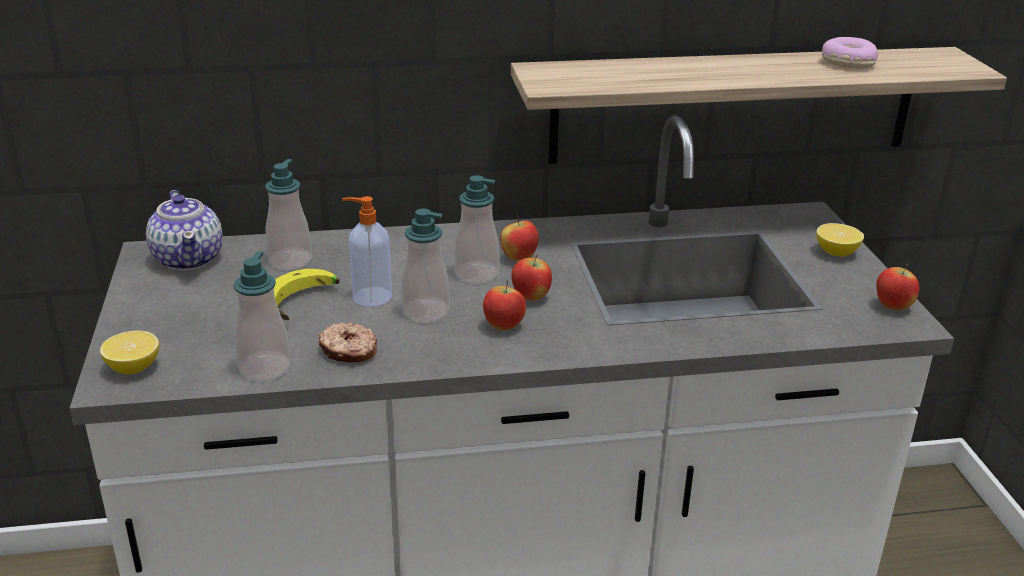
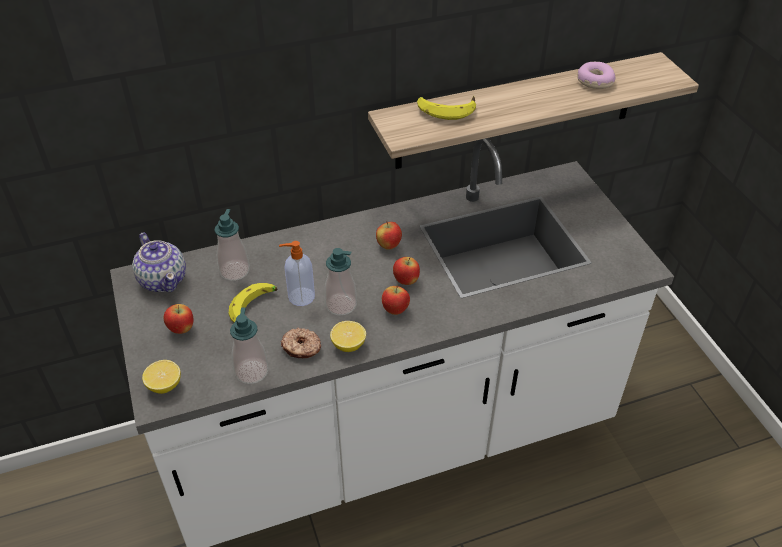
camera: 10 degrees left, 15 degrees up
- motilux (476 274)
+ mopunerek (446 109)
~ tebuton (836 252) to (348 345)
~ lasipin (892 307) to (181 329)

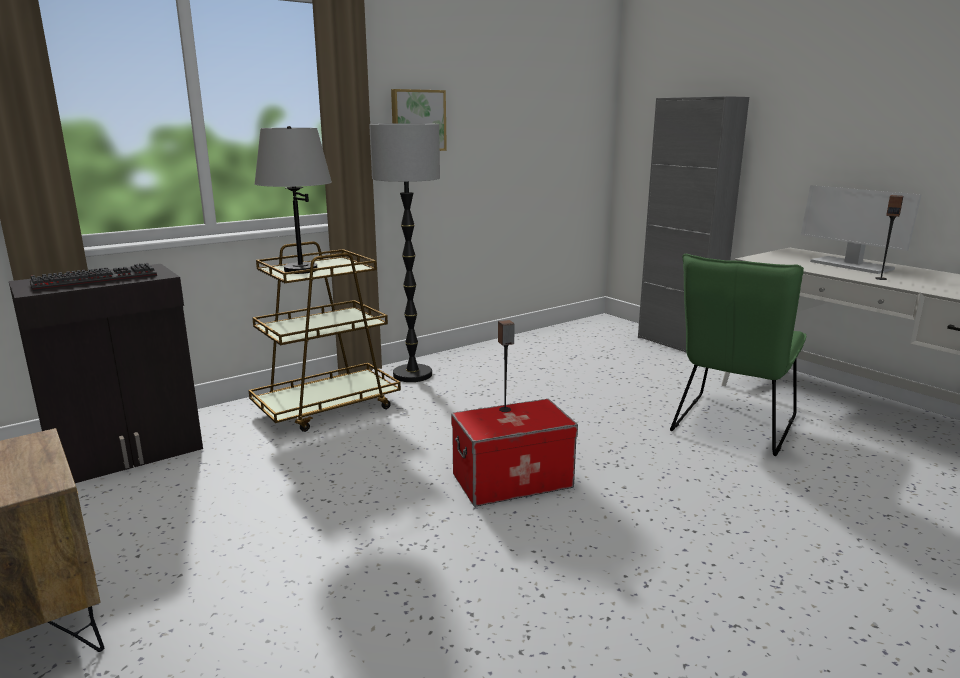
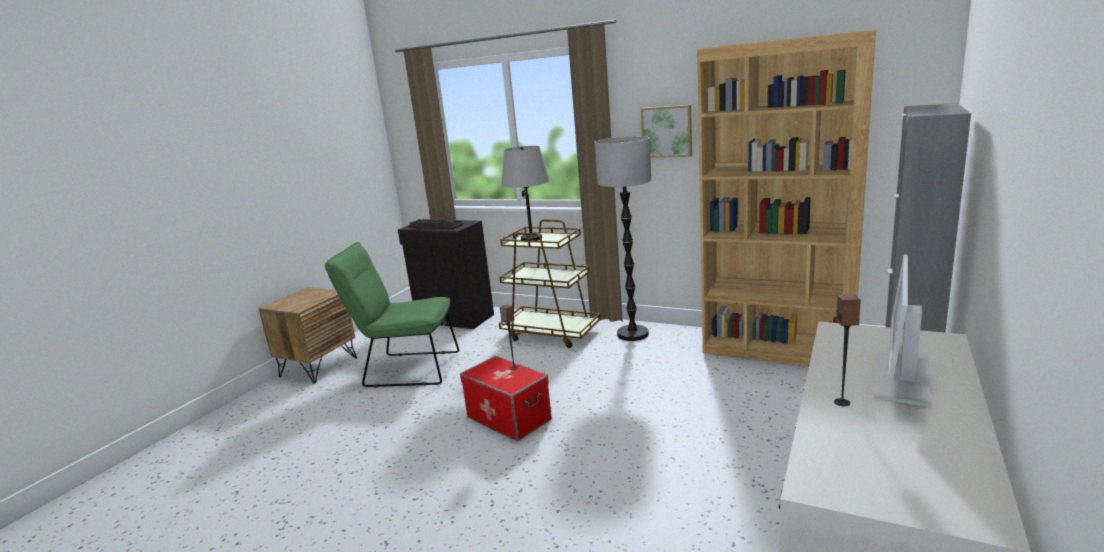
camera: 65 degrees right, 0 degrees up
+ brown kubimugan (778 349)
~ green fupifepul (731 427) to (406 369)

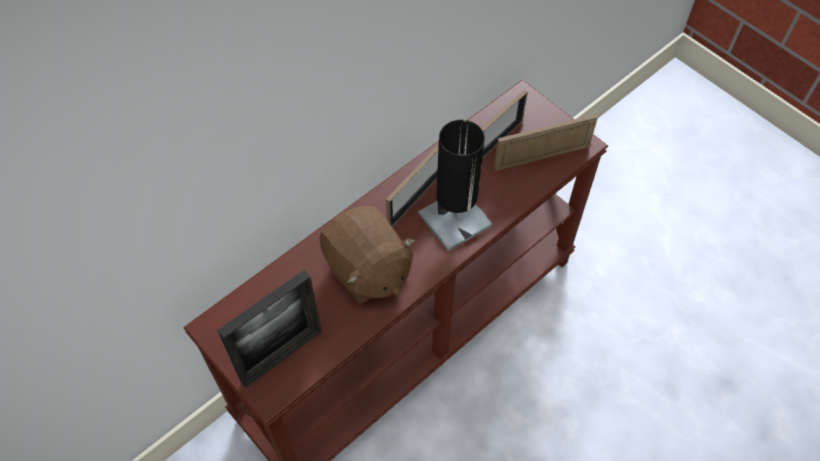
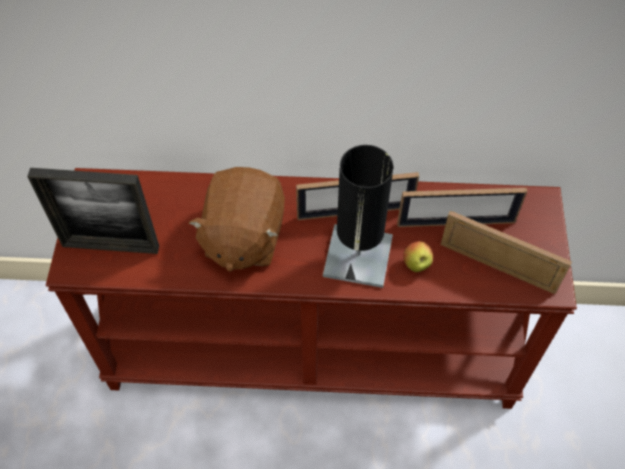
camera: 45 degrees right, 0 degrees up
+ lasipin (416 264)

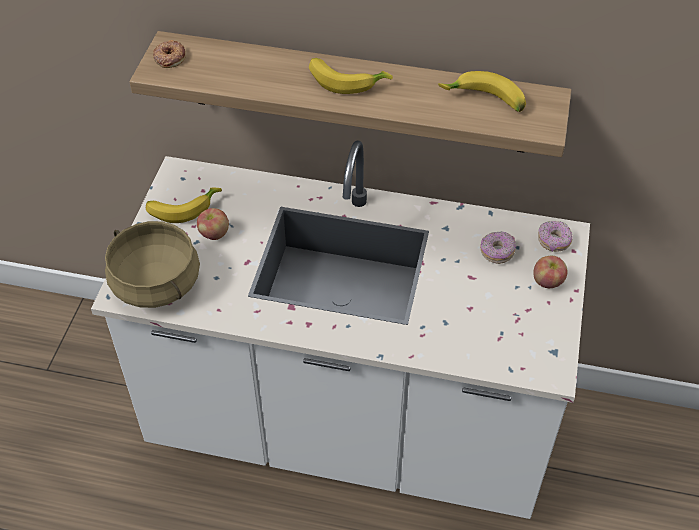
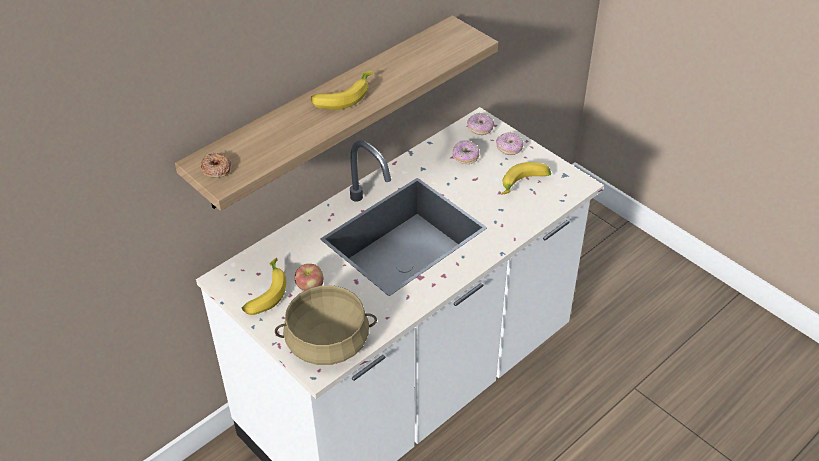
camera: 55 degrees left, 5 degrees down
~ mopunerek (484 101) to (524 185)
~ lasipin (547 281) to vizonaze (509 148)

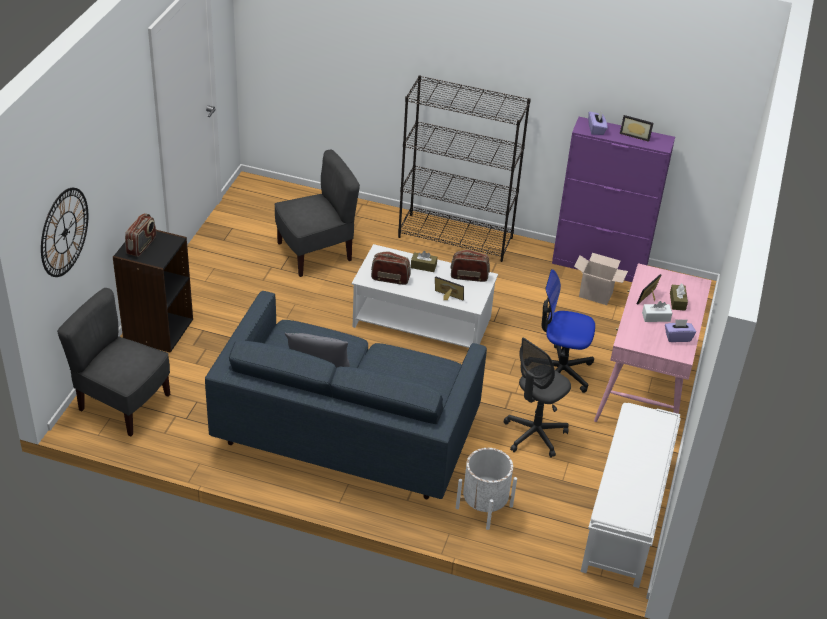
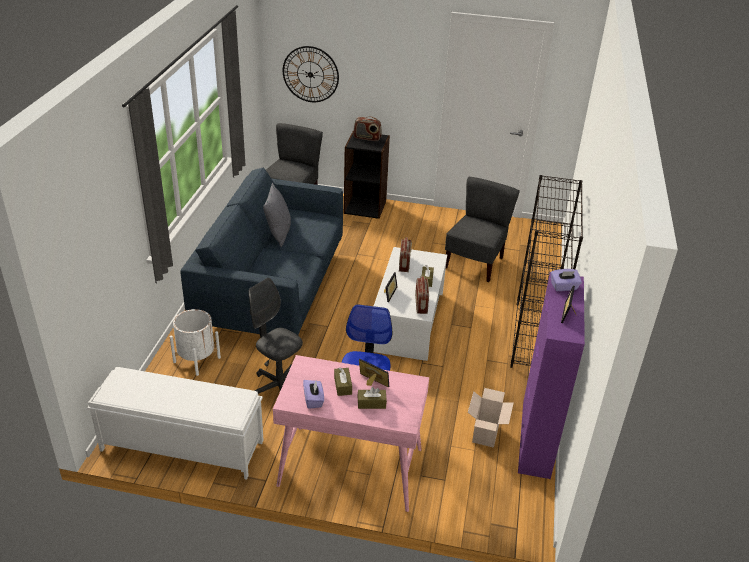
camera: 85 degrees right, 5 degrees down
~ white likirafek (656 317) to brown likirafek (343 386)
~ grey fupifepul (315 253) = (475 263) 120 degrees counterclockwise

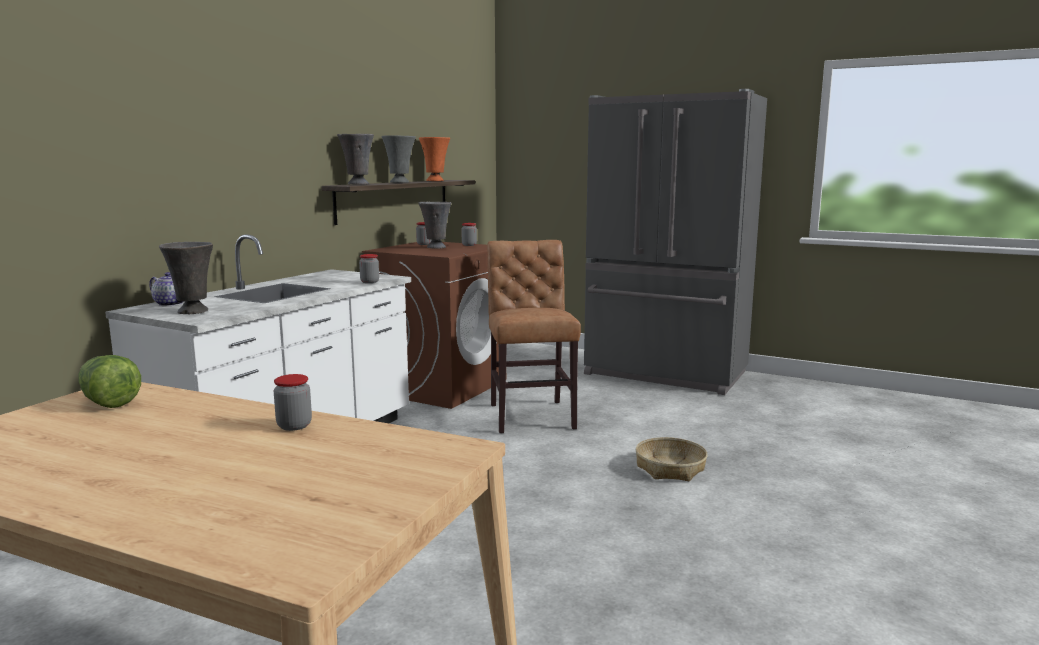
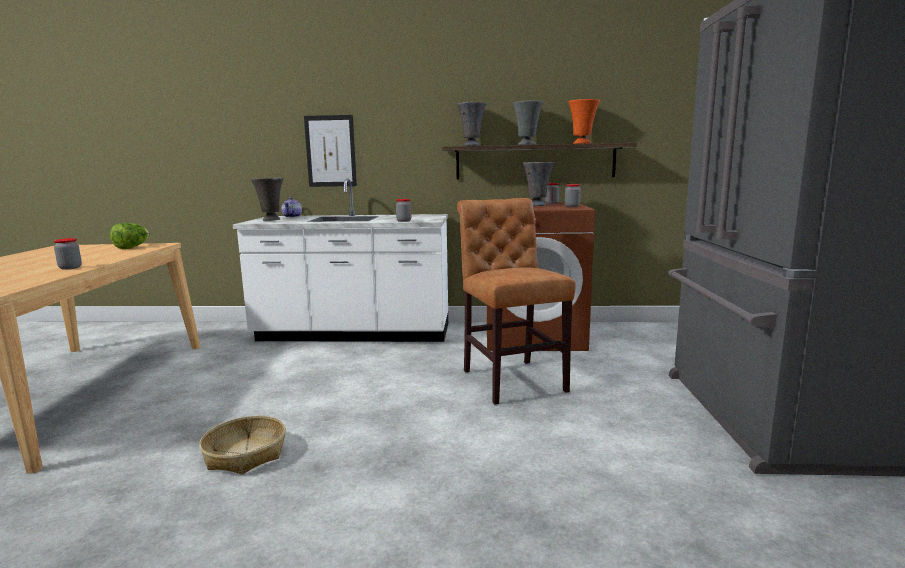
camera: 65 degrees right, 0 degrees up
+ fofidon (330 151)
~ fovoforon (670 468) to (246 454)
~ brown fupifepul (530 415) = (511 379) 75 degrees counterclockwise

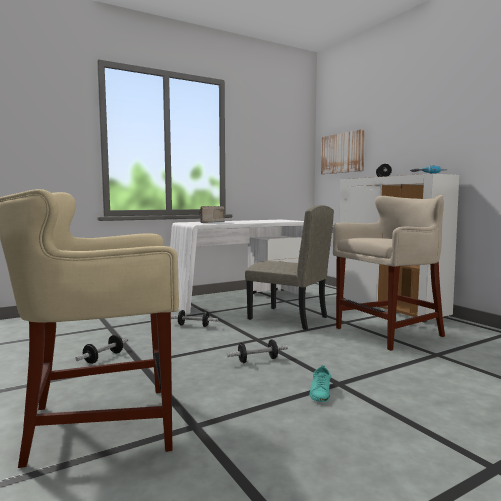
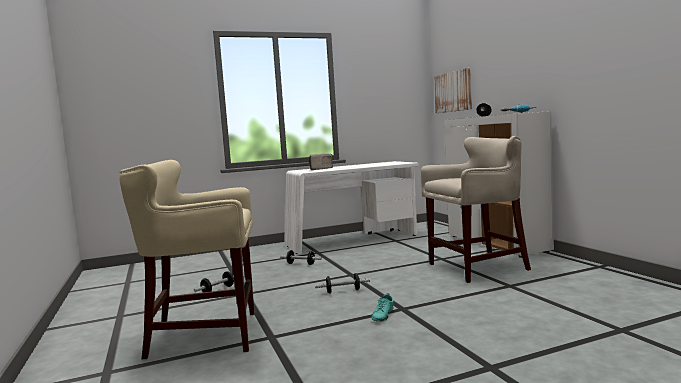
camera: 10 degrees right, 0 degrees up
- beige fupifepul (287 318)

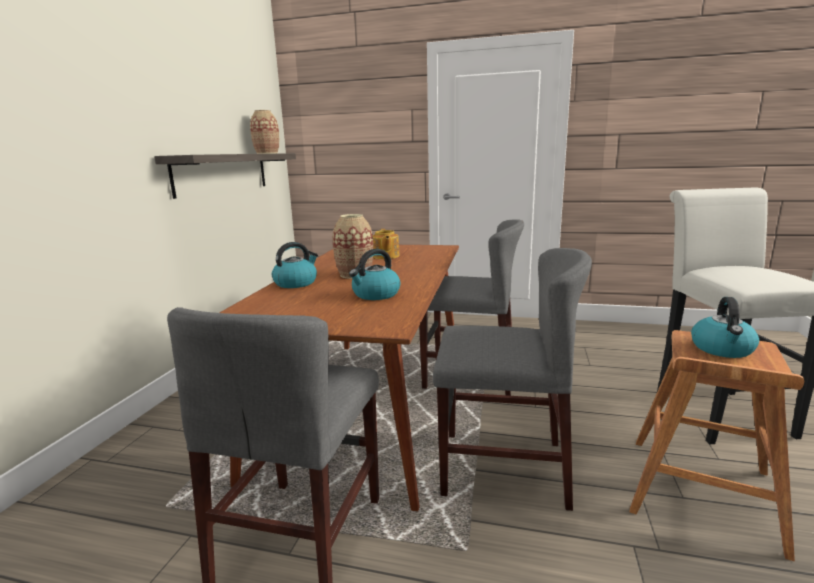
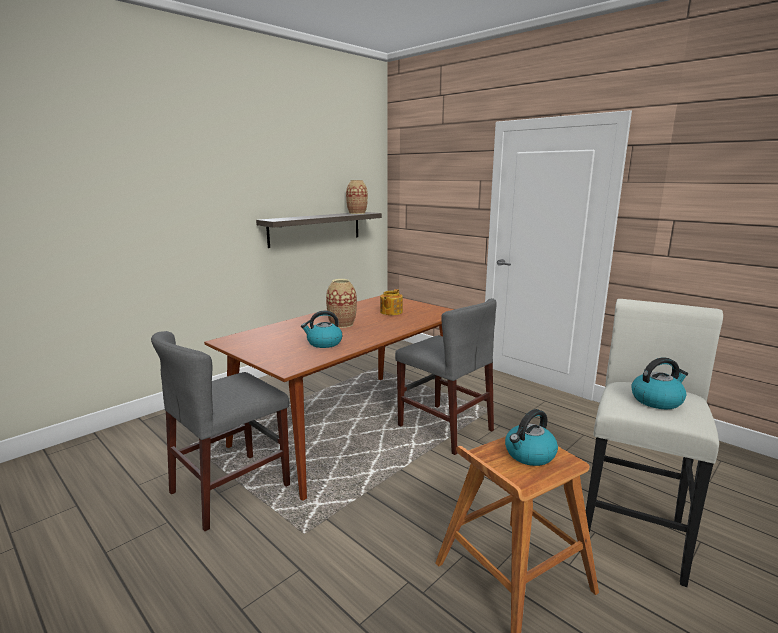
camera: 30 degrees right, 0 degrees up
- grey fupifepul (503 468)
~ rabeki (296 283) to (657 400)

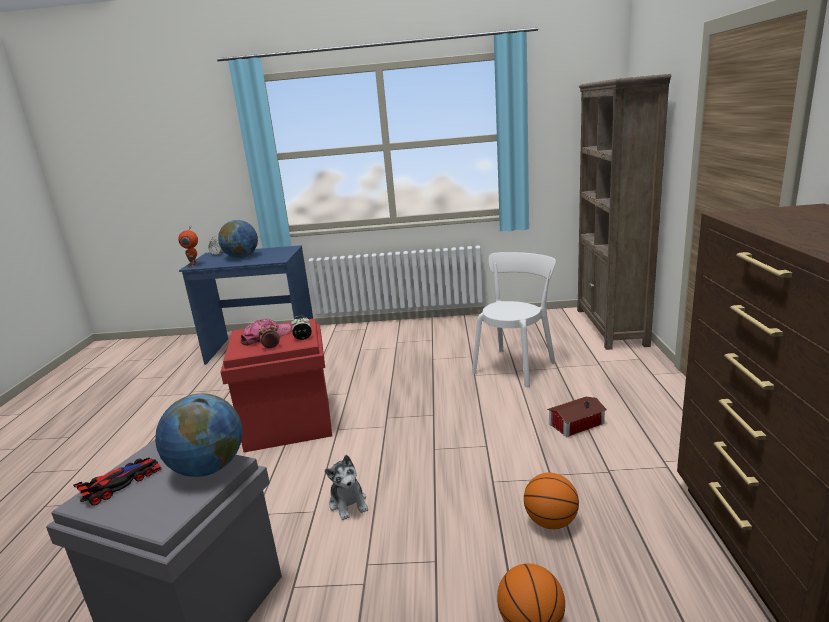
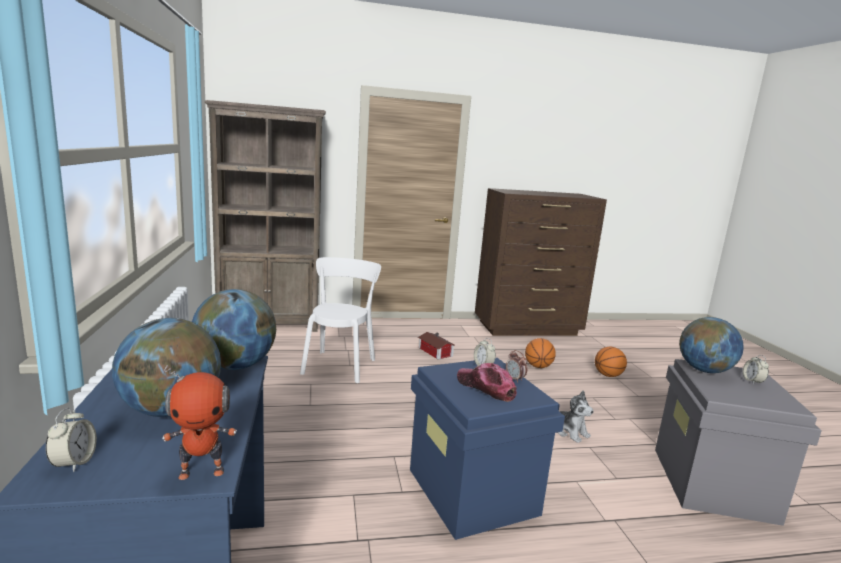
camera: 105 degrees left, 5 degrees down
- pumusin (121 483)
+ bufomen (235 366)
+ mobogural (752 381)
~ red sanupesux (287 424) to blue sanupesux (473 492)
~ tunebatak (348 503) = (570 432) 90 degrees clockwise
~ white fupifepul (515 366) = (340 365) 75 degrees clockwise

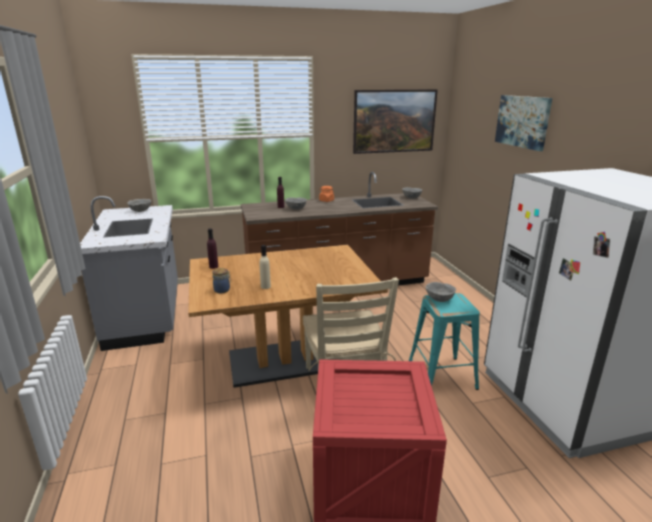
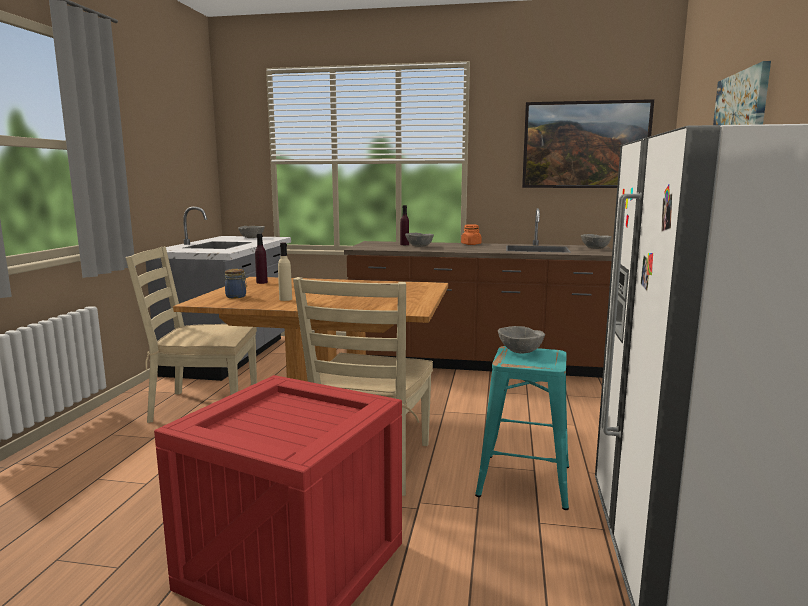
camera: 25 degrees right, 10 degrees down
+ beige fupifepul (204 406)

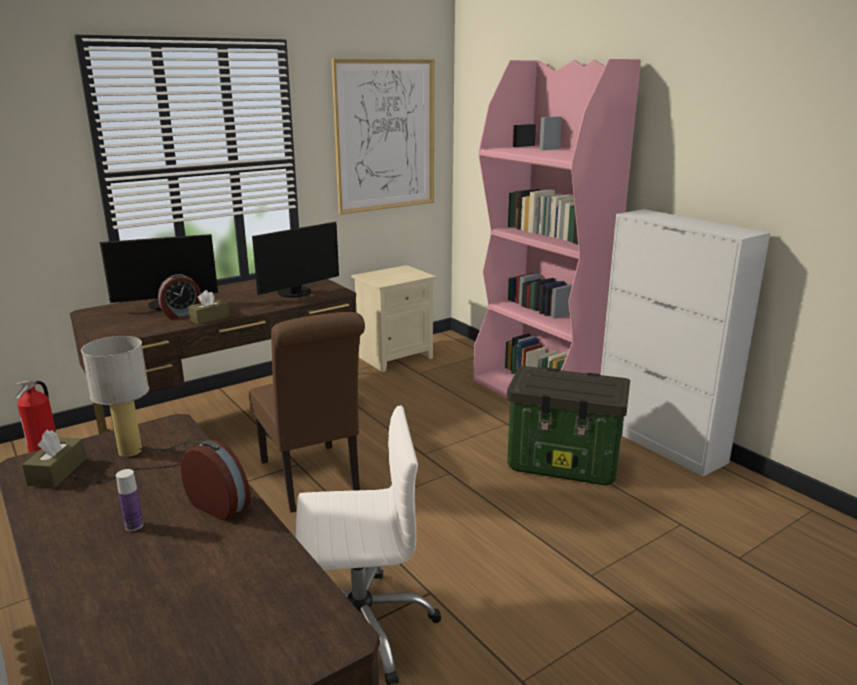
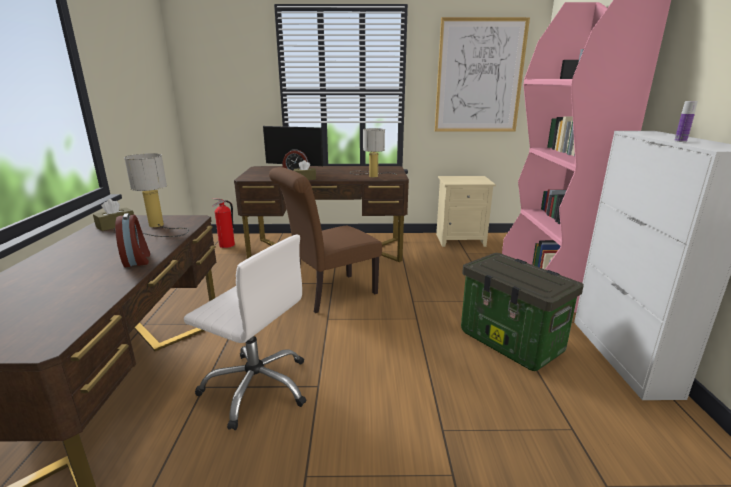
camera: 35 degrees right, 0 degrees up
~ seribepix (134 526) to (680 141)
~ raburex (296 293) to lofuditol (372 175)
~ brown fupifepul (312 481) = (329 294) 45 degrees clockwise

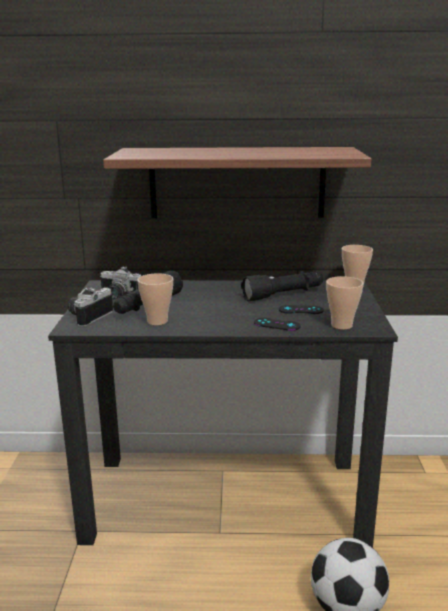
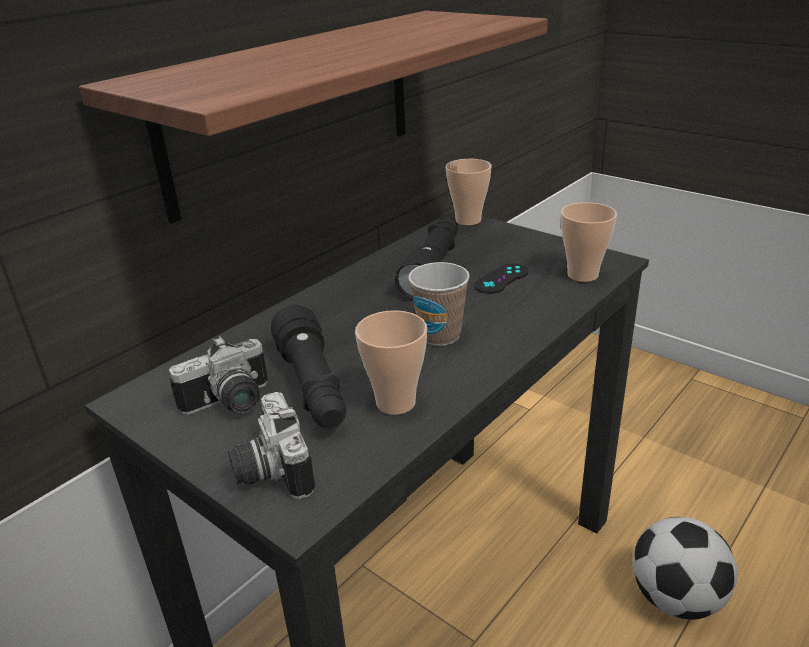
camera: 50 degrees left, 10 degrees up
- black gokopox (277 324)
+ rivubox (440 335)

